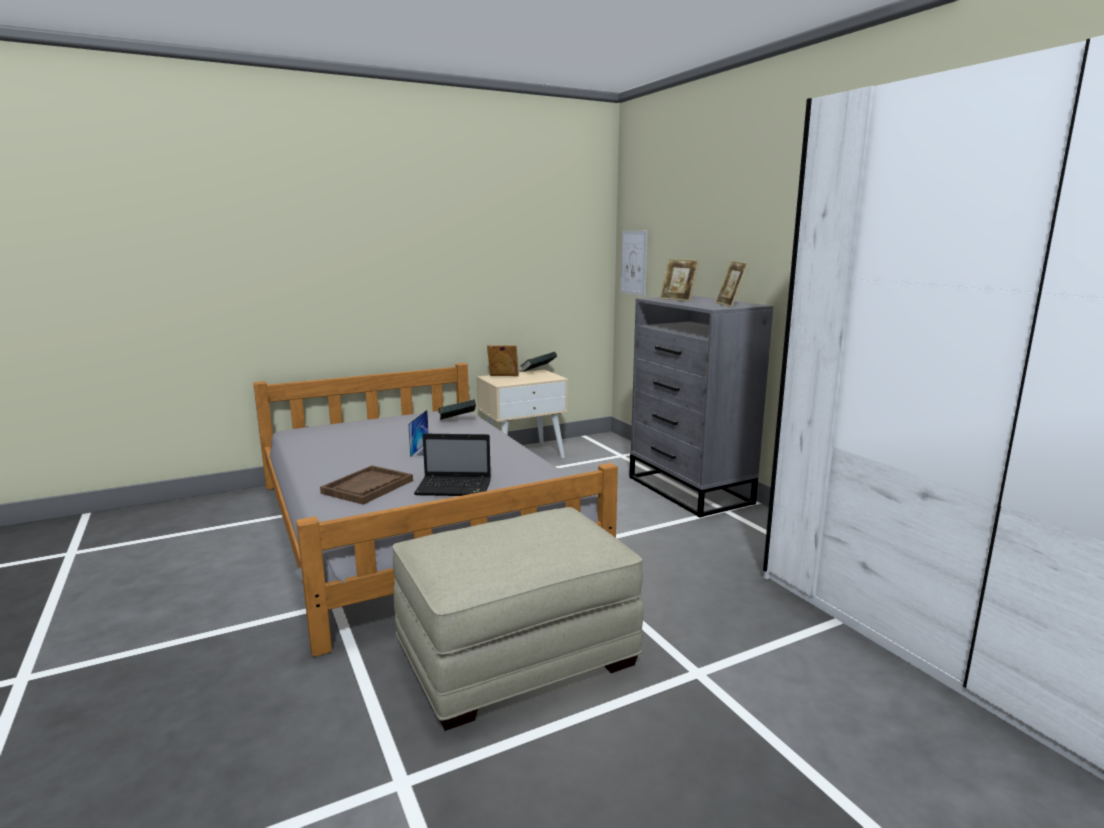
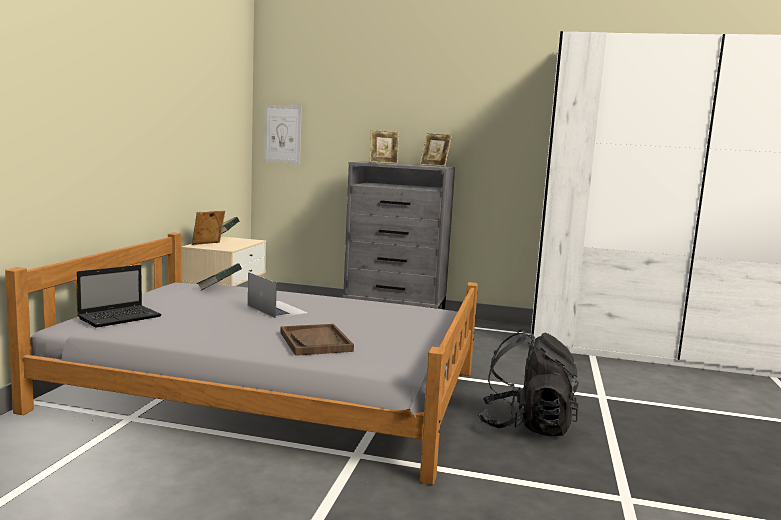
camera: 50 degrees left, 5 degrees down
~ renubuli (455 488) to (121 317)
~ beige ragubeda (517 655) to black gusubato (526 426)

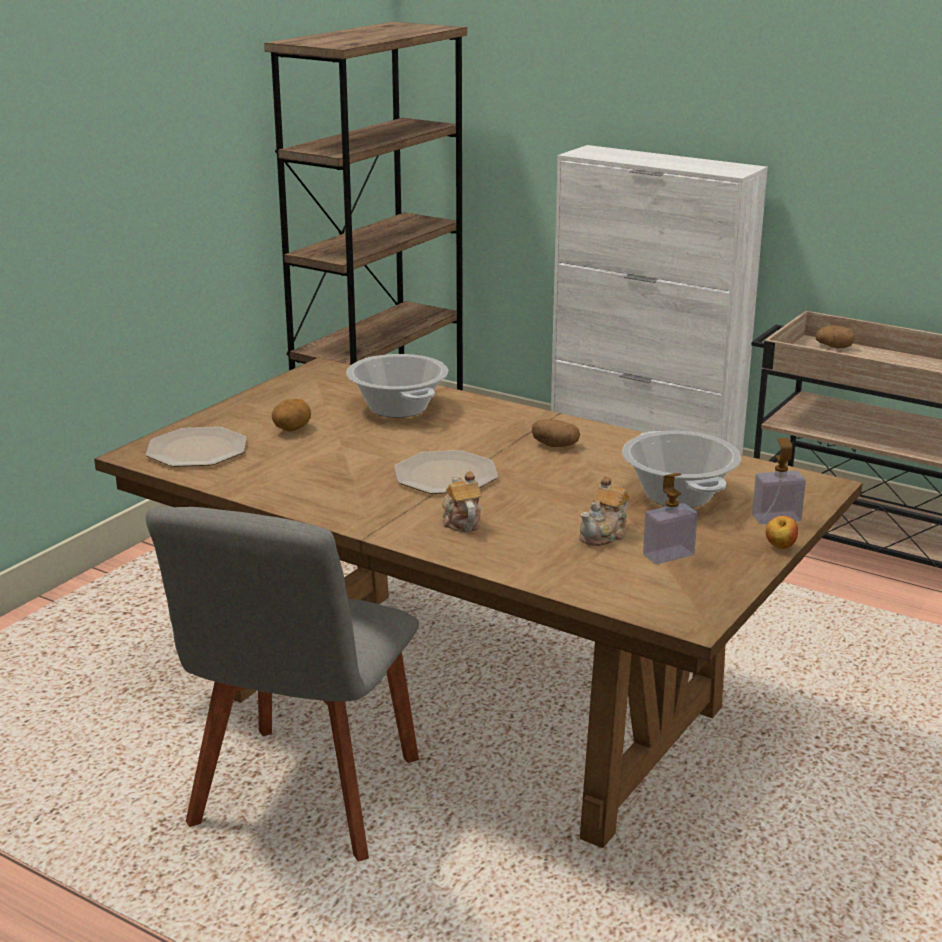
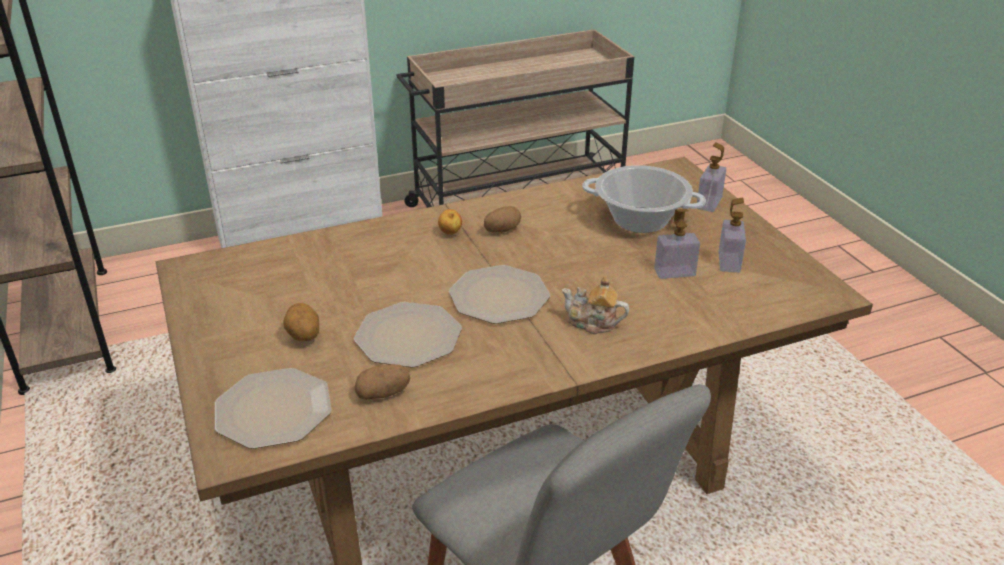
camera: 55 degrees left, 10 degrees up
- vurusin (397 408)
+ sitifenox (408 337)
~ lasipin (780 547) to (450 233)
~ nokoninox (834 347) to (383 393)
~ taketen (604 534) to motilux (674 272)

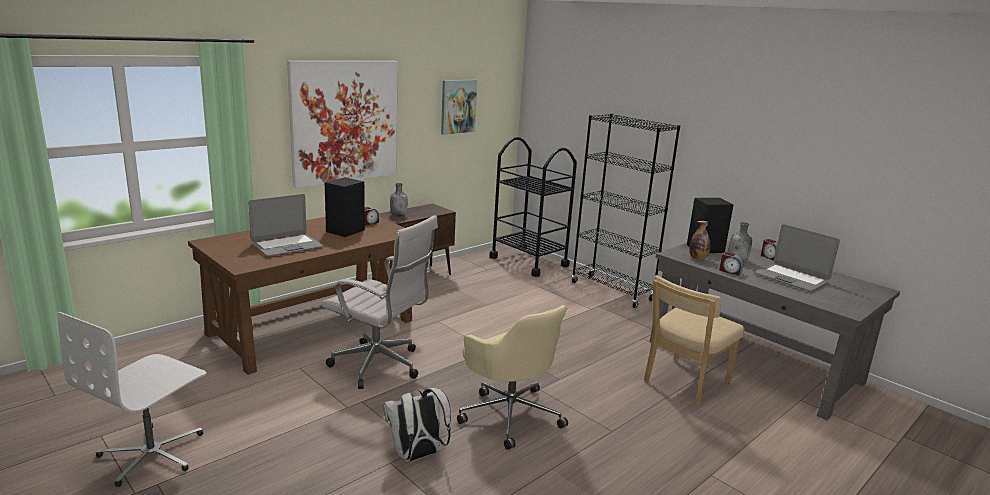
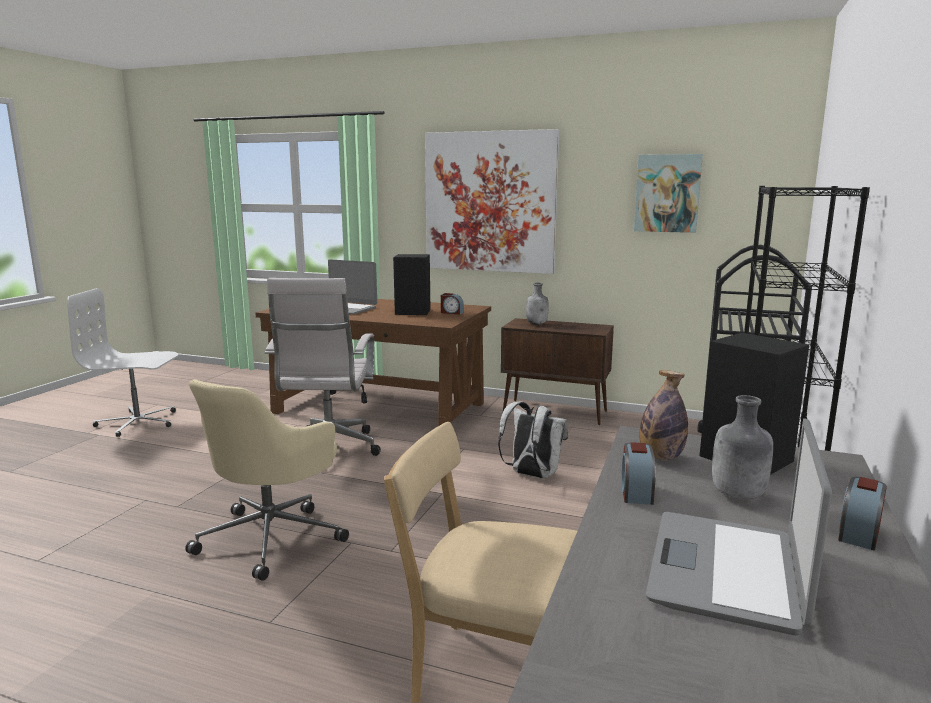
camera: 65 degrees right, 5 degrees down
~ white gusubato (417 455) to (531 475)

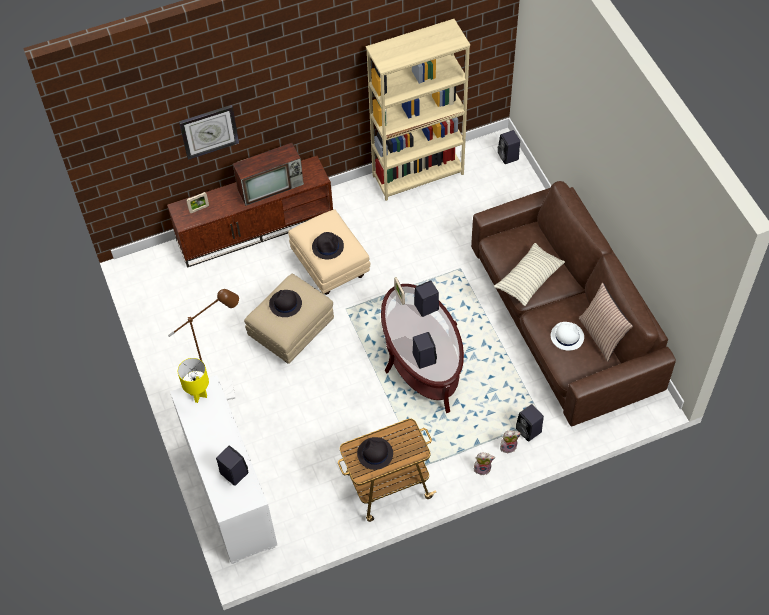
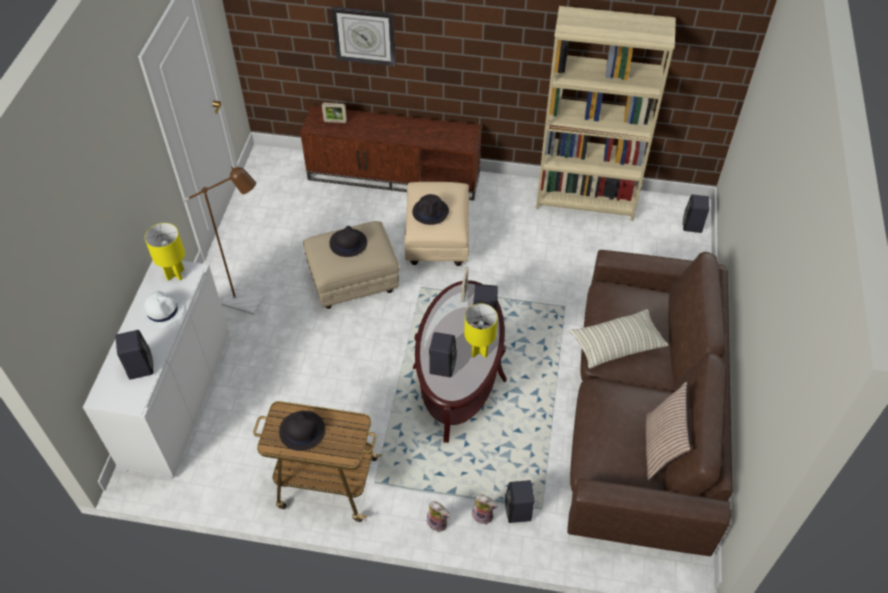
camera: 30 degrees right, 5 degrees down
- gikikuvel (271 186)
+ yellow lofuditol (479 351)
~ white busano (567 336) to (162 310)

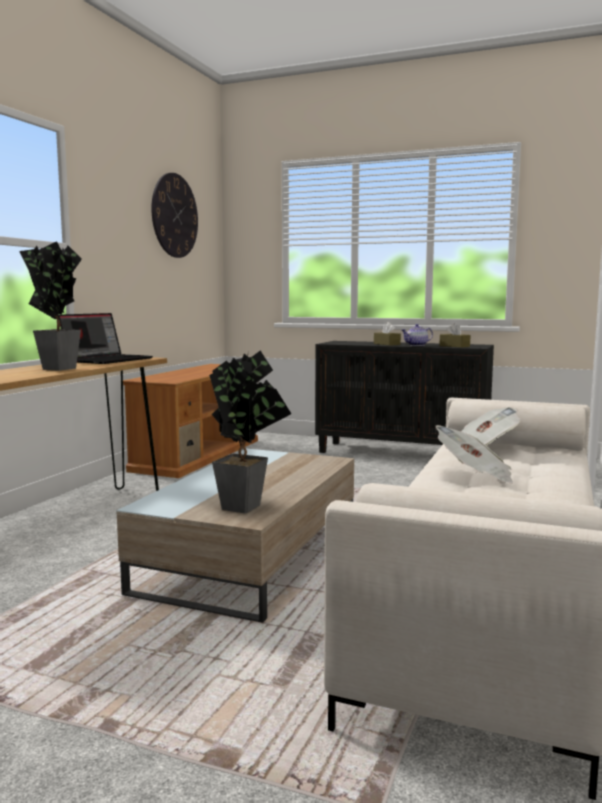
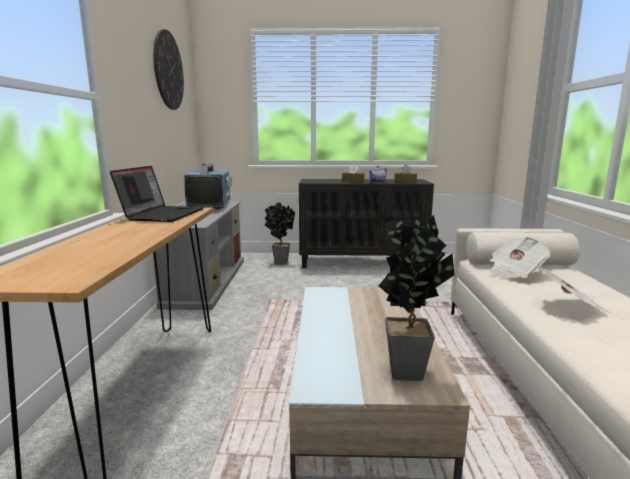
camera: 20 degrees left, 5 degrees up
+ gikikuvel (210 206)
~ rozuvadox (57 368) to (279 262)
~ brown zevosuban (198 454) to grey zevosuban (206 281)

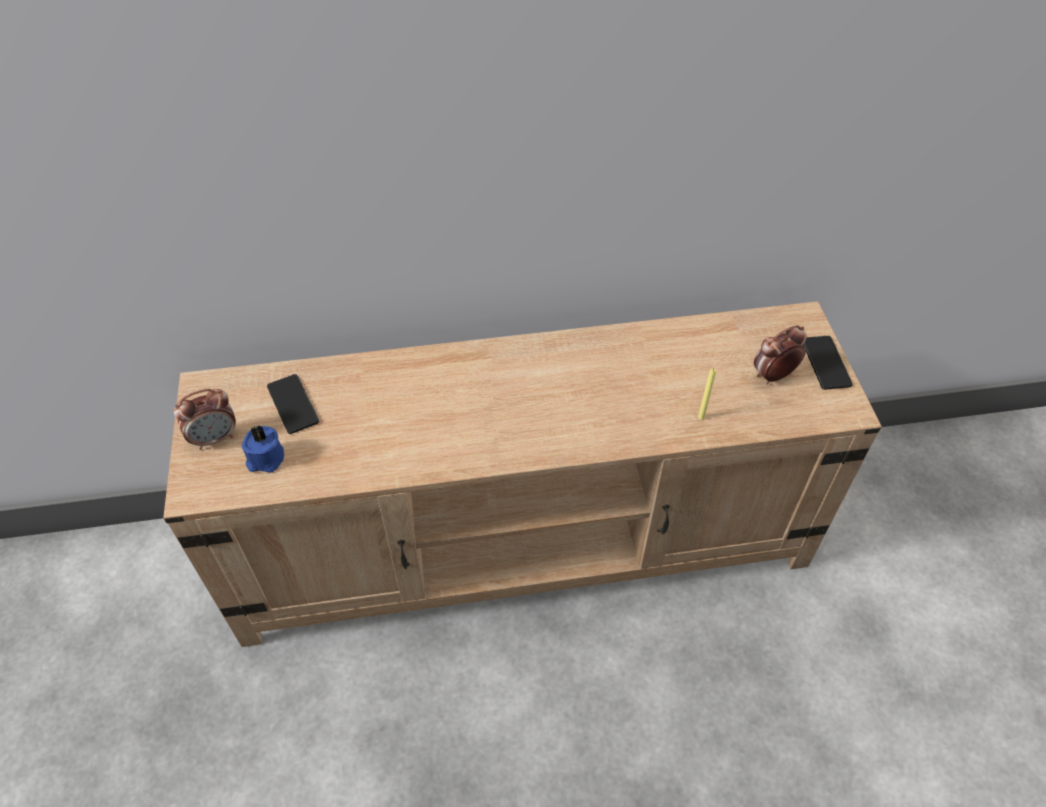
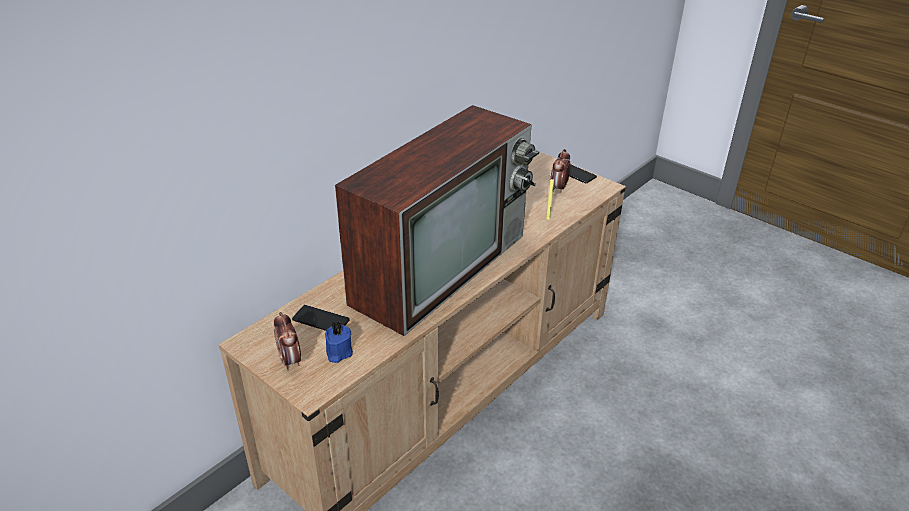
camera: 40 degrees left, 15 degrees down
+ gikikuvel (441 266)
~ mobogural (215 438) = (290 360) 135 degrees clockwise

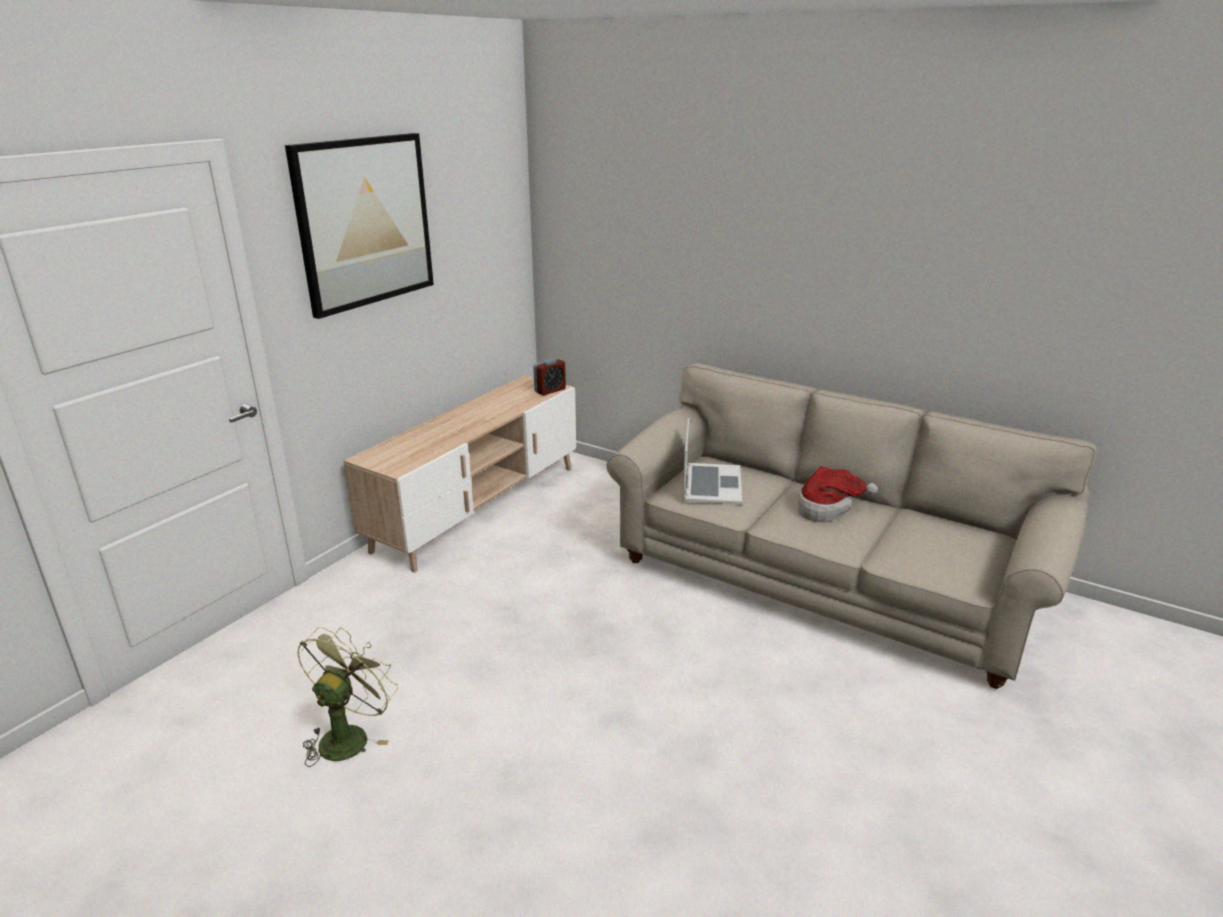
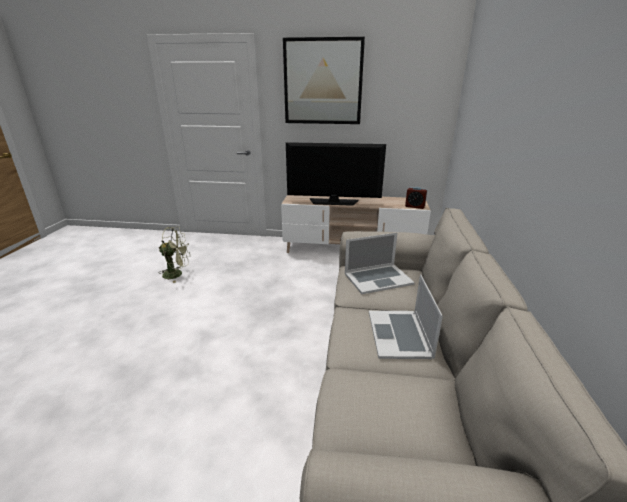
camera: 65 degrees right, 0 degrees up
+ gikikuvel (333 202)
~ busano (827 508) to renubuli (399 334)

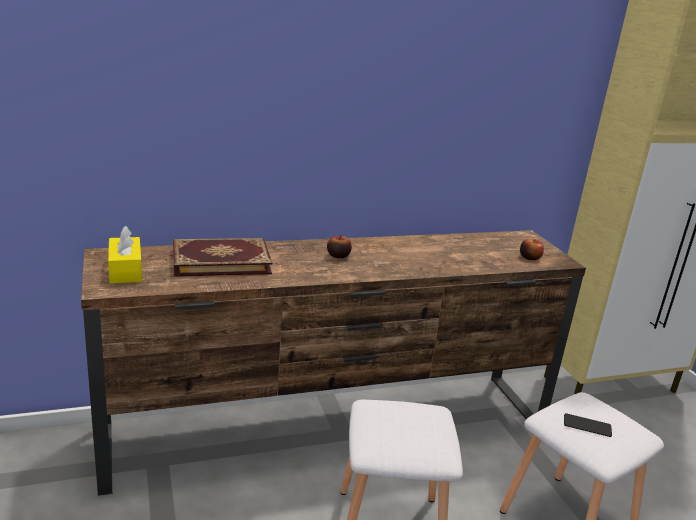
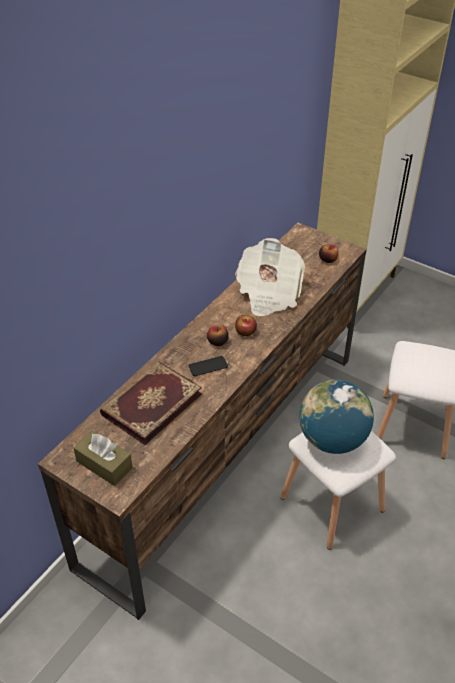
camera: 35 degrees left, 20 degrees up
+ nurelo (268 293)
+ lasipin (245 331)
+ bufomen (332 439)
~ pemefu (587 425) to (208 366)
~ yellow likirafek (125 270) to brown likirafek (104 464)

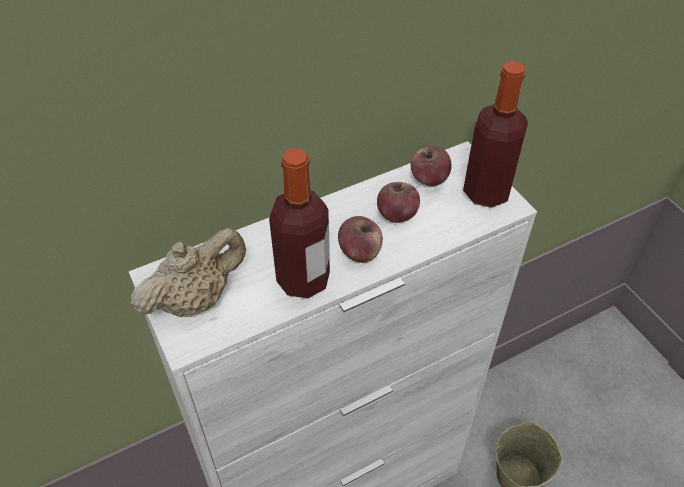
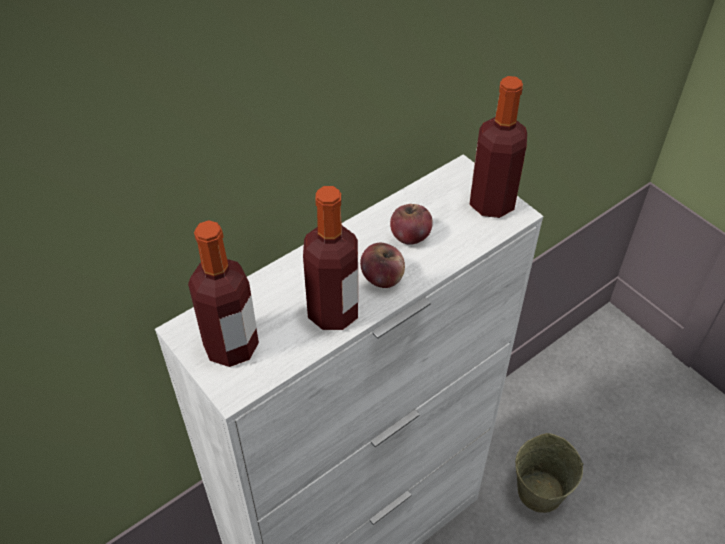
camera: 10 degrees left, 0 degrees up
- lasipin (429 179)
~ beige taketen (196 299) to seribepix (231 346)

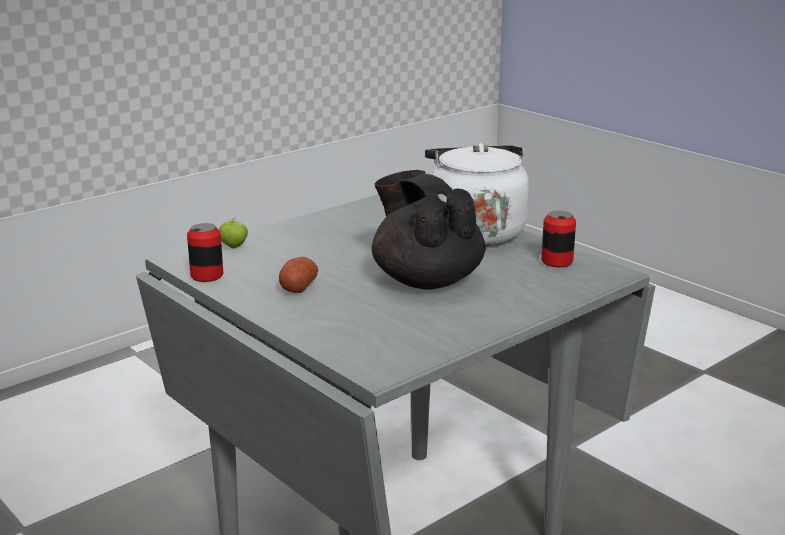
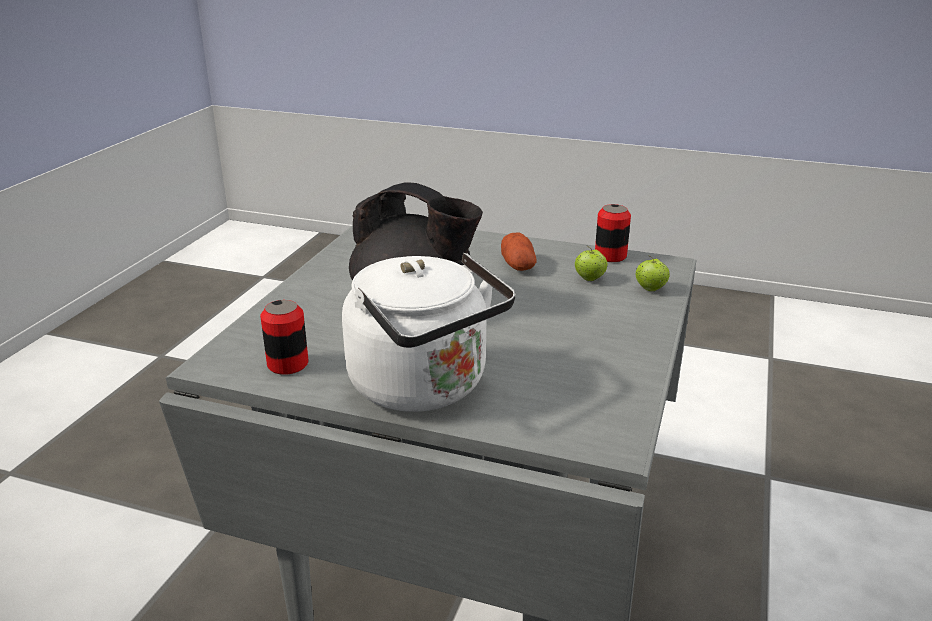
camera: 150 degrees right, 5 degrees up
+ lasipin (589 279)

